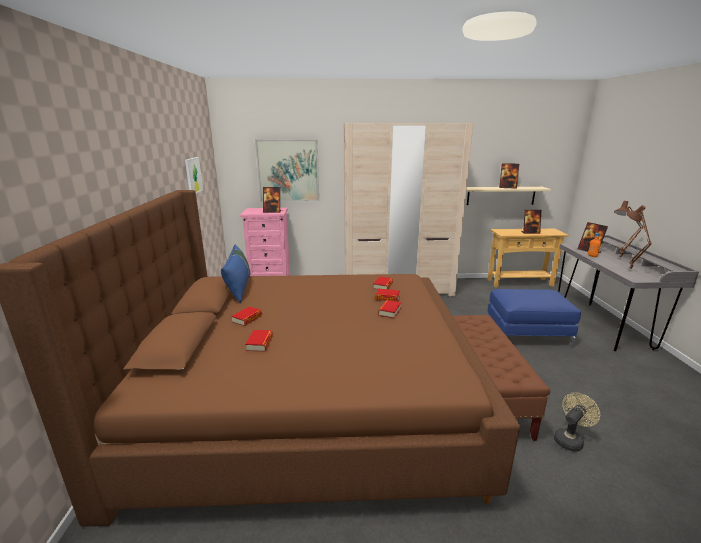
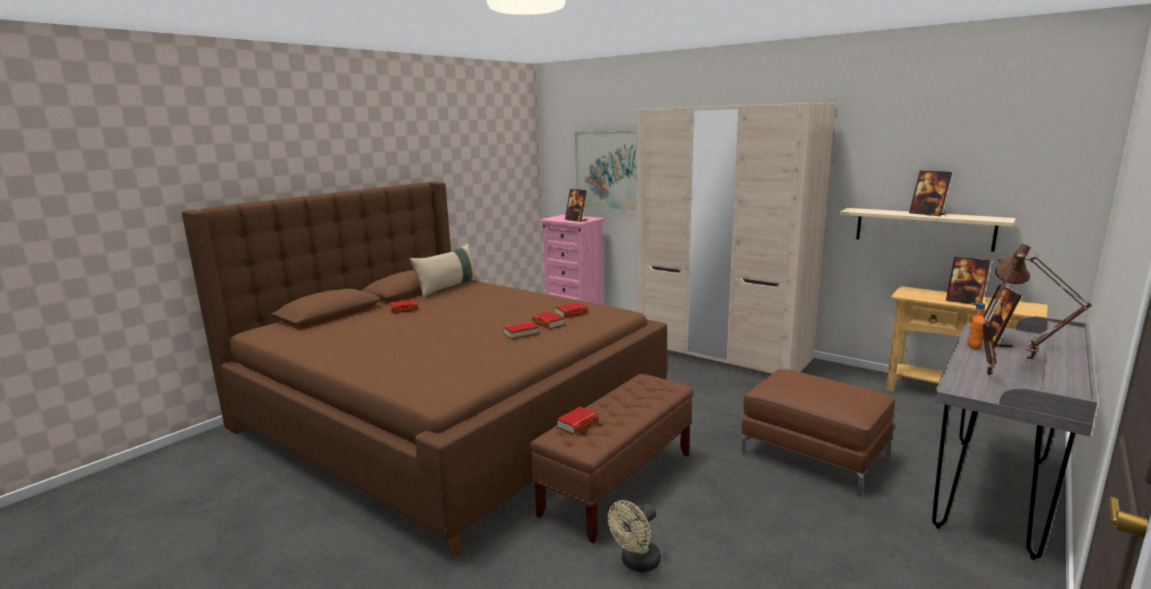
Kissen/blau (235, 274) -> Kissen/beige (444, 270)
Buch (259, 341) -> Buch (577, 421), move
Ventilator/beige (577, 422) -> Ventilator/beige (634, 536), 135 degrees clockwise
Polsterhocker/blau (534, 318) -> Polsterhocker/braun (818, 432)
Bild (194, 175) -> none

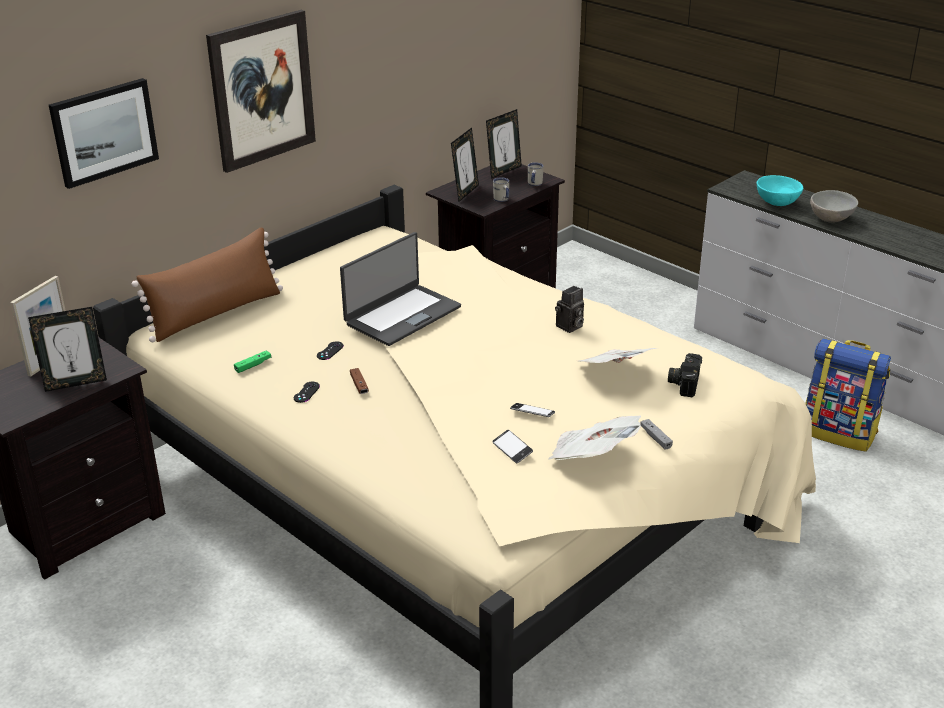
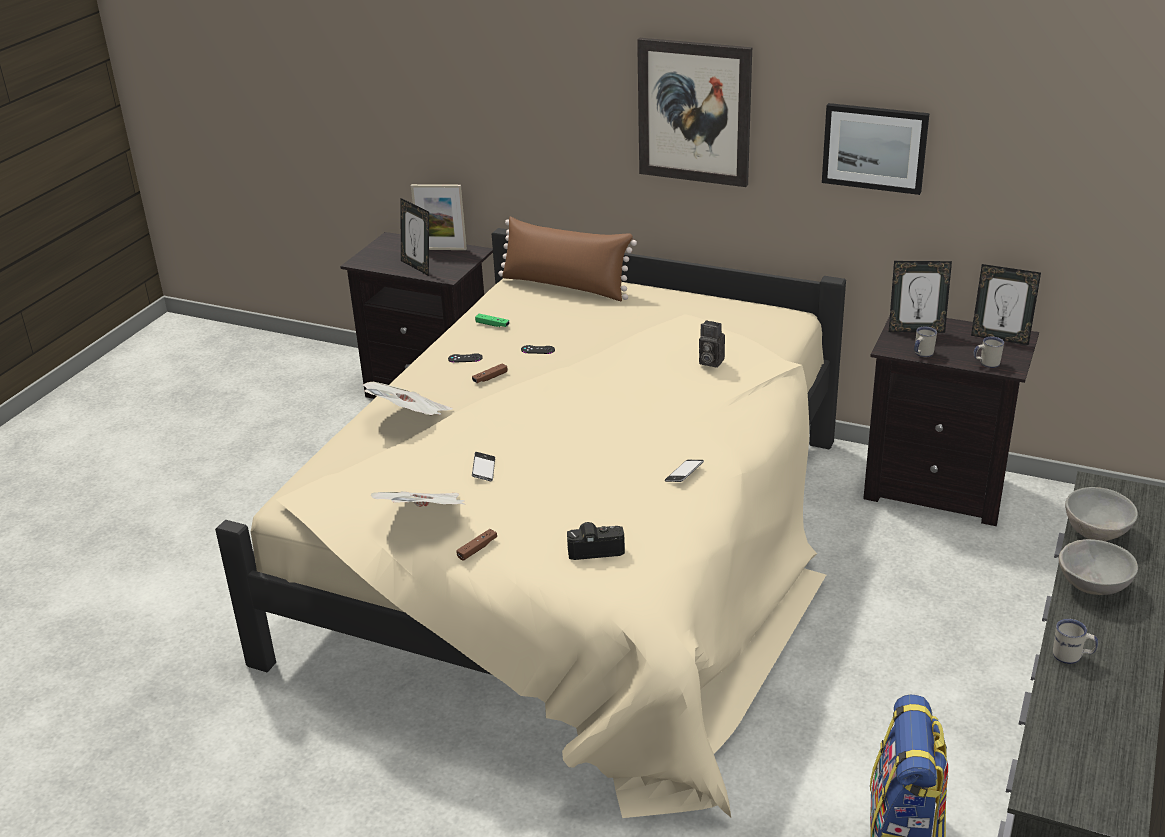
Zeitung (618, 355) -> Zeitung (408, 398), move
Gamepad/grau (656, 434) -> Gamepad/braun (476, 545)
Handy (512, 446) -> Handy (684, 471), move
Kamera (569, 309) -> Kamera (712, 344), move
Bild (104, 133) -> Bild (876, 149), move
none -> Henkelbecher/weiß (1075, 641)
Schüssel/türkis (780, 190) -> Schüssel/grau (1101, 514)
Laptop (400, 289) -> none

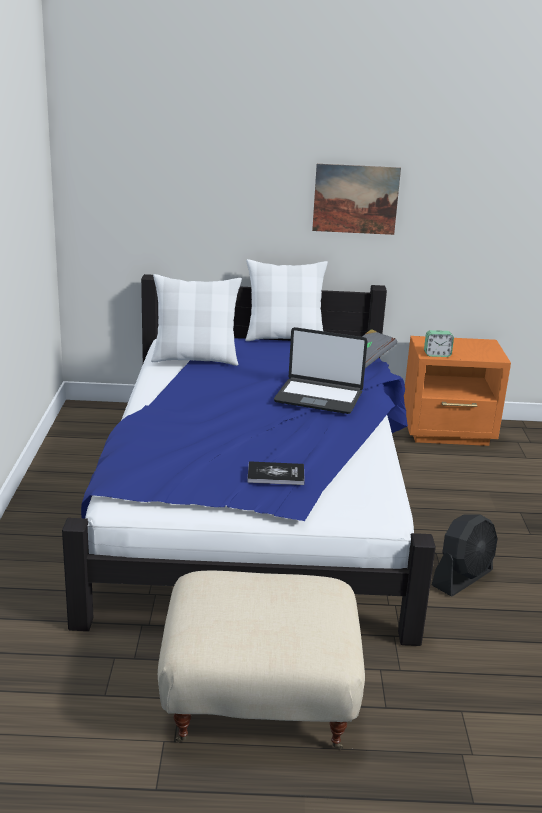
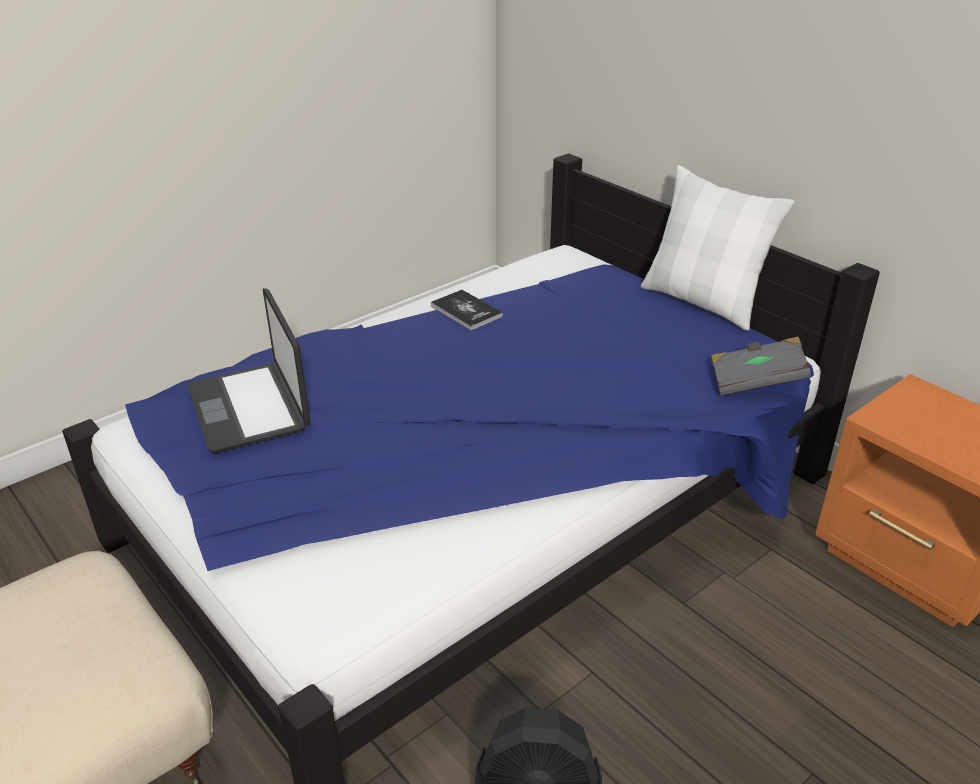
Laptop (321, 370) -> Laptop (249, 370), move
Buch (276, 473) -> Buch (467, 310), move
Kissen/weiß (196, 320) -> none
Bild (356, 199) -> none
Wecker (439, 343) -> none

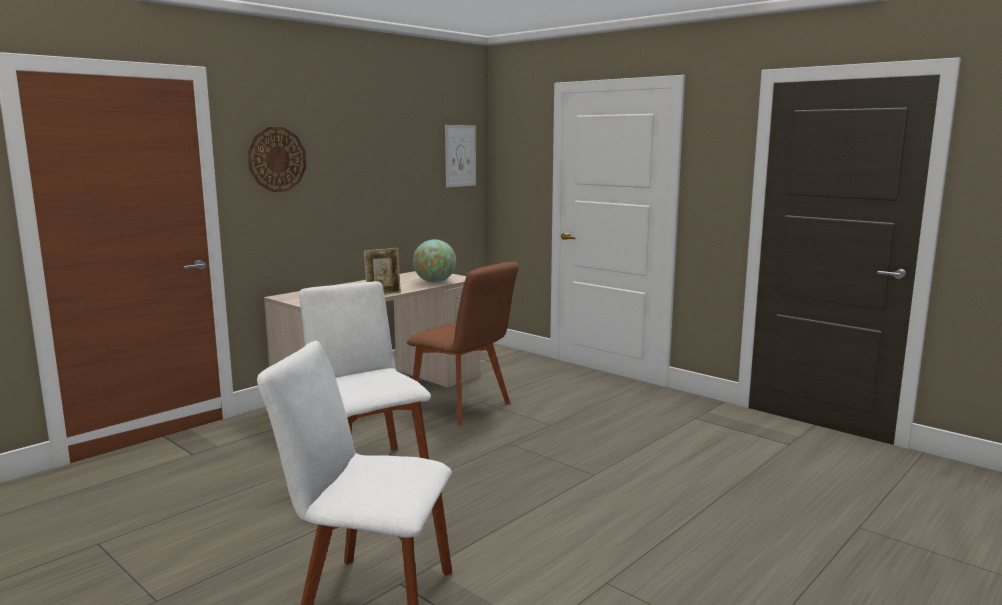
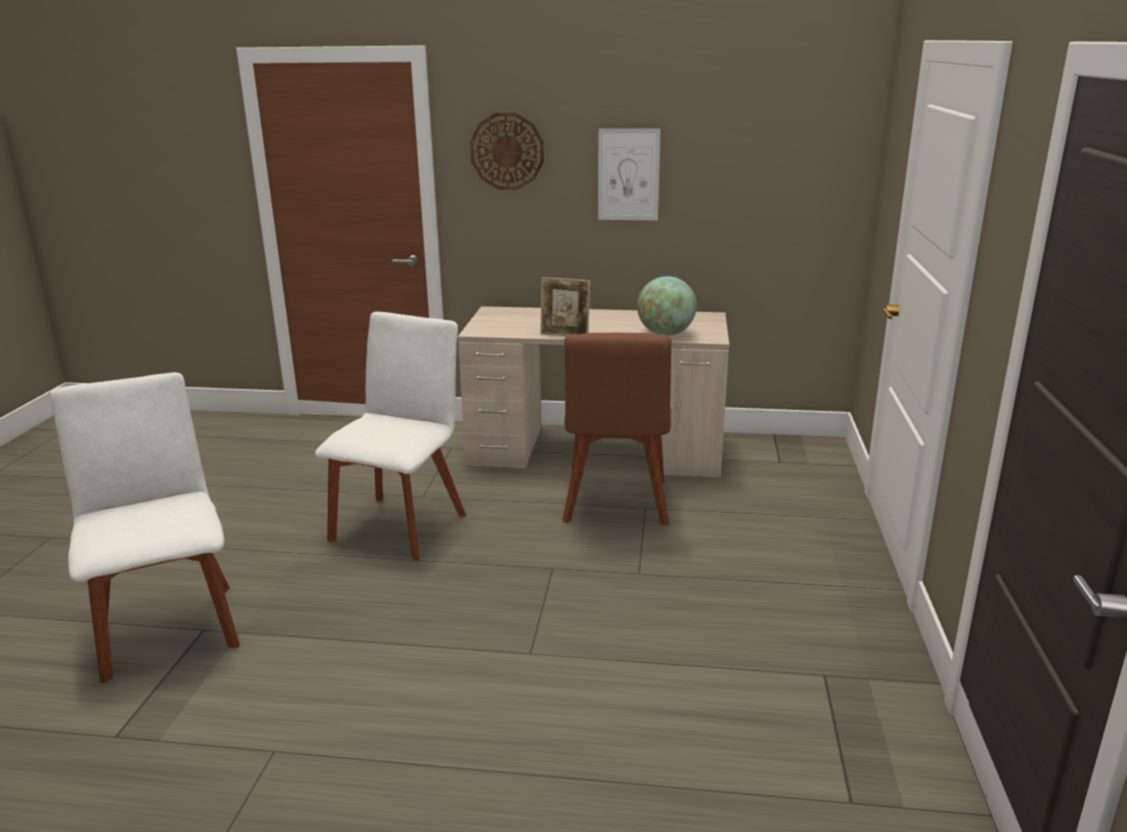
Bild (460, 156) -> Bild (629, 175), move

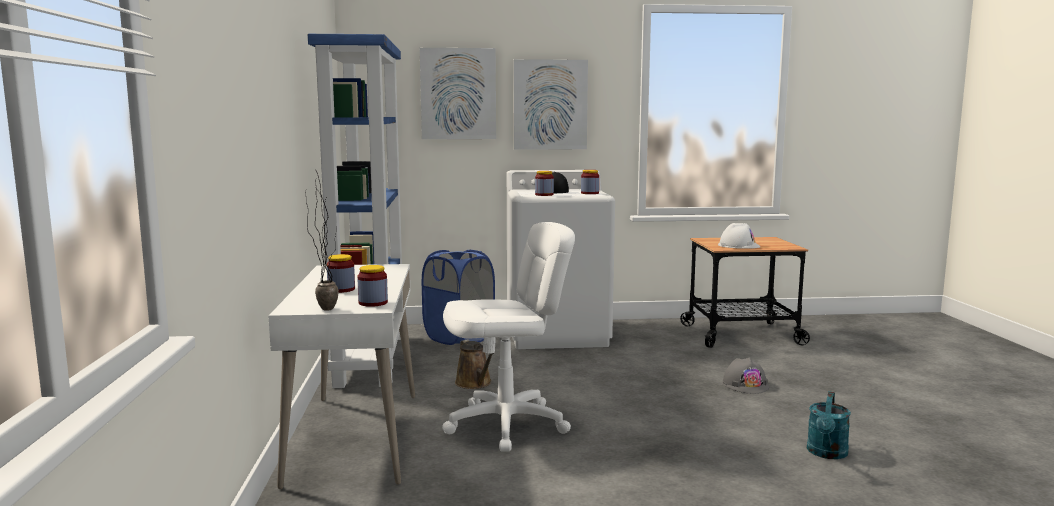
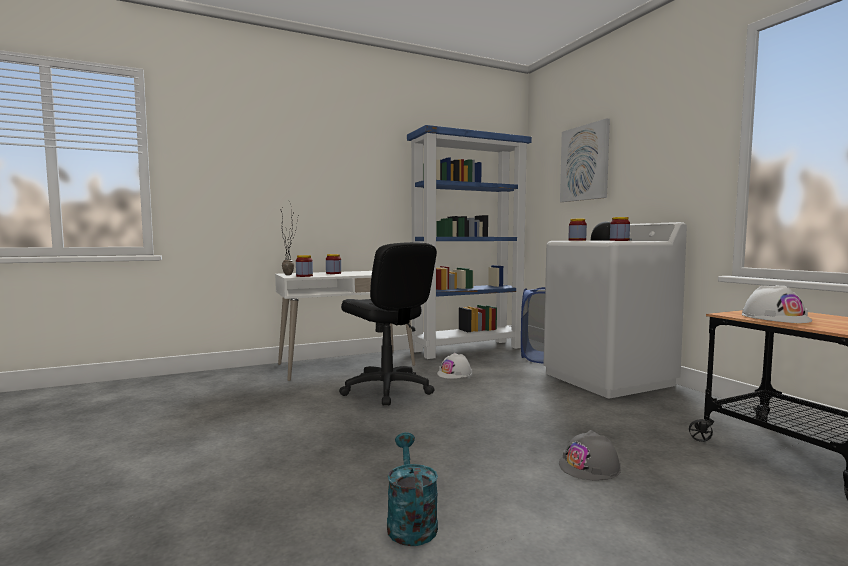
Bürostuhl/weiß (508, 337) -> Bürostuhl/schwarz (388, 324)
Gießkanne/türkis (829, 425) -> Gießkanne/türkis (412, 489), 75 degrees clockwise
Gießkanne/braun (474, 364) -> Schutzhelm/weiß (454, 366)
Bild (550, 104) -> none

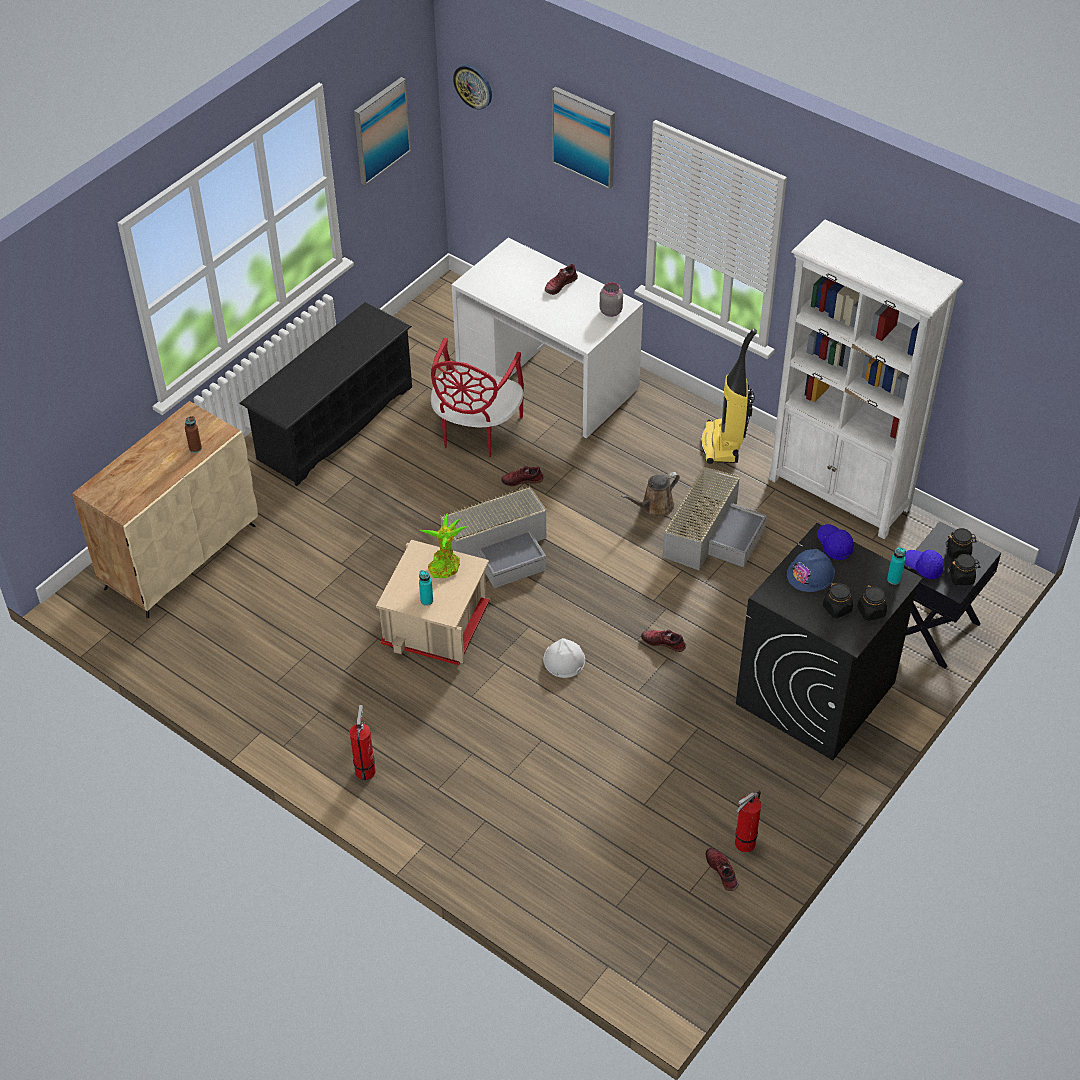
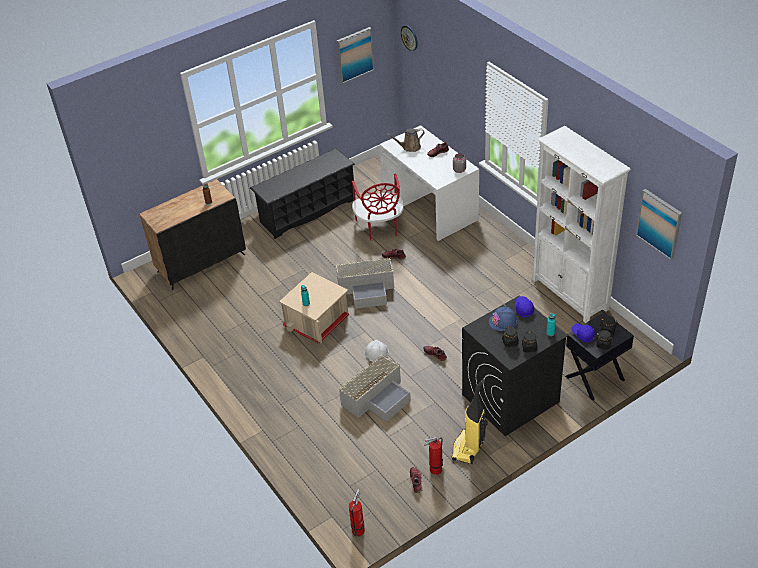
Schrank/beige (165, 510) -> Schrank/schwarz (193, 234)
Aufbewahrungsbox/grau (715, 518) -> Aufbewahrungsbox/grau (375, 388), move
Feuerlöscher (362, 743) -> Feuerlöscher (357, 513), move
Stuhl/rot (477, 397) -> Stuhl/rot (378, 207), 45 degrees counterclockwise
Gießkanne/braun (650, 494) -> Gießkanne/braun (405, 140), move
Staubsauger (729, 396) -> Staubsauger (469, 422), move
Bild (583, 137) -> Bild (659, 224), move
Topfpflanze (443, 546) -> none

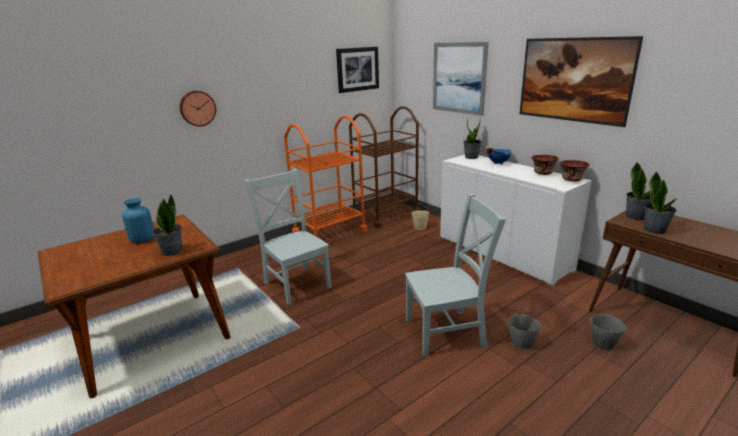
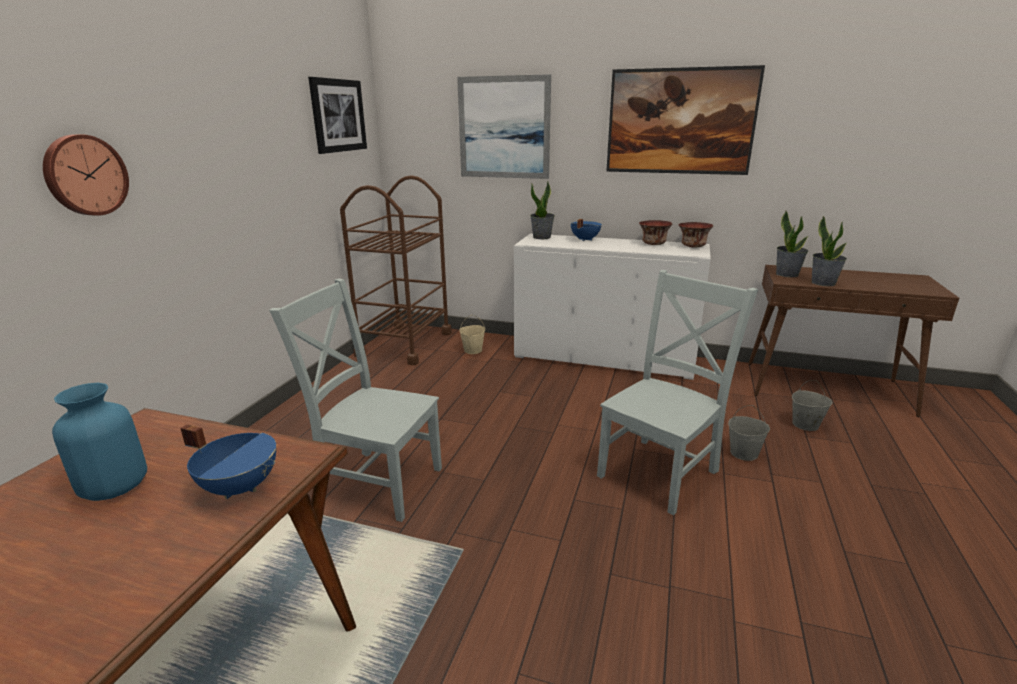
Topfpflanze (167, 225) -> Kochtopf/blau (228, 461)
Rollwagen/orange (325, 176) -> none

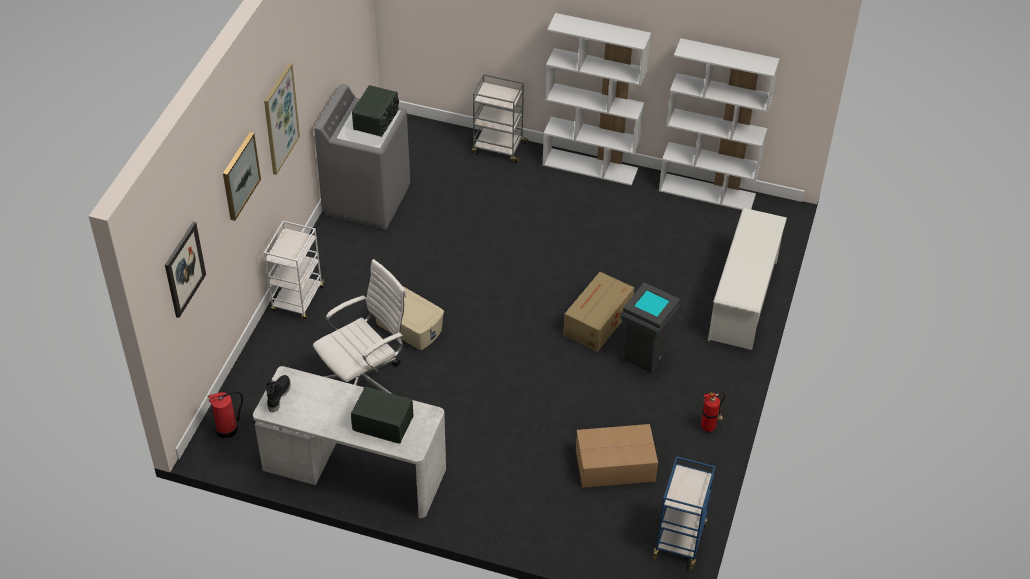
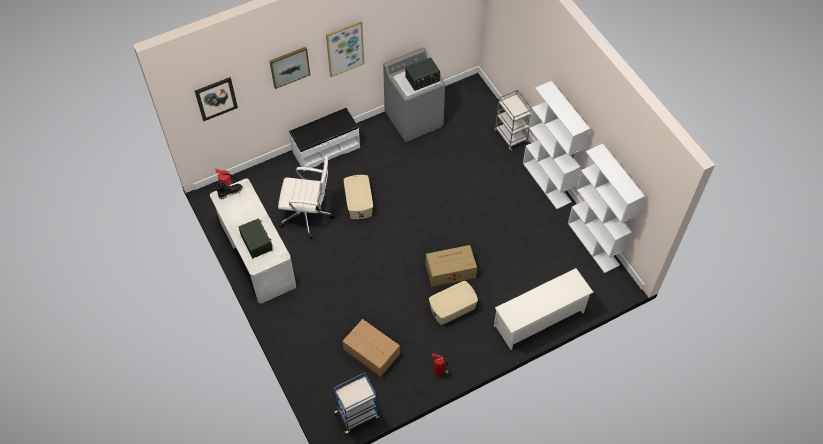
Rollwagen/weiß (294, 270) -> Bank/weiß (324, 139)
Mülleimer/grau (650, 327) -> Aufbewahrungsbox/beige (453, 303)

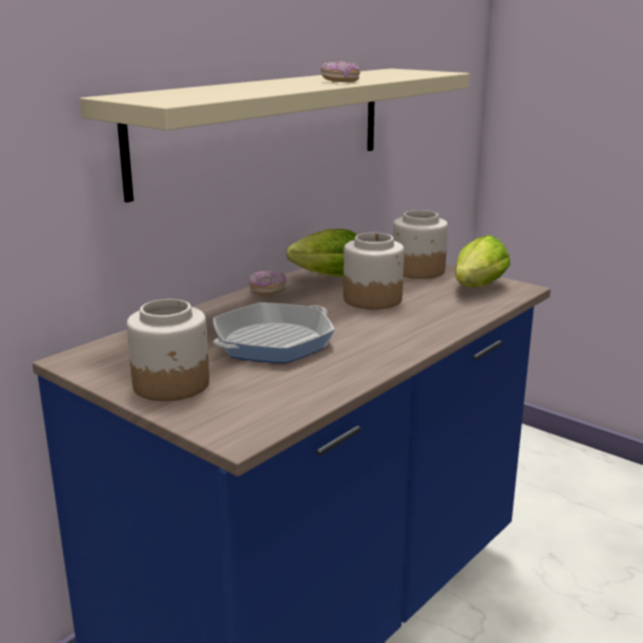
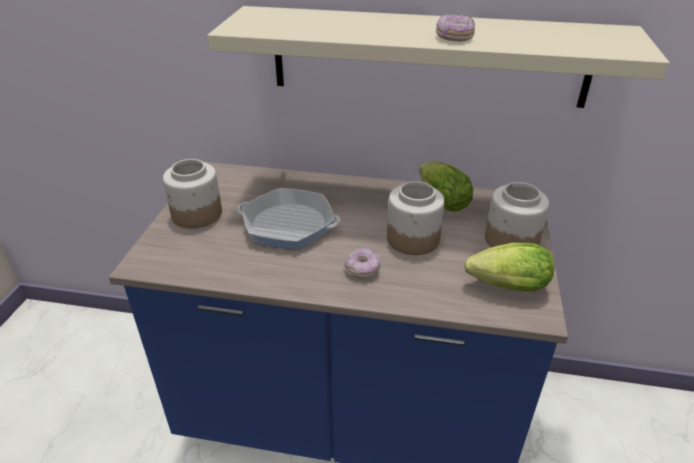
Donut (267, 282) -> Donut (363, 262), move

